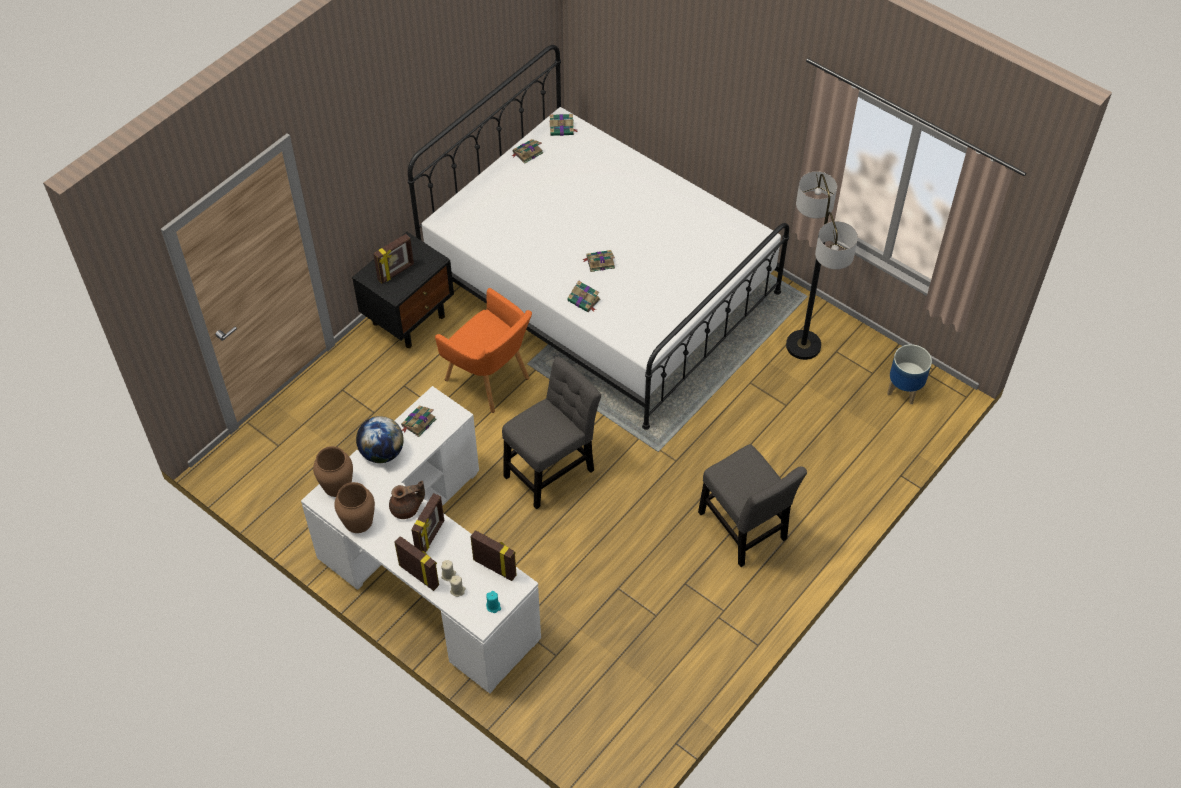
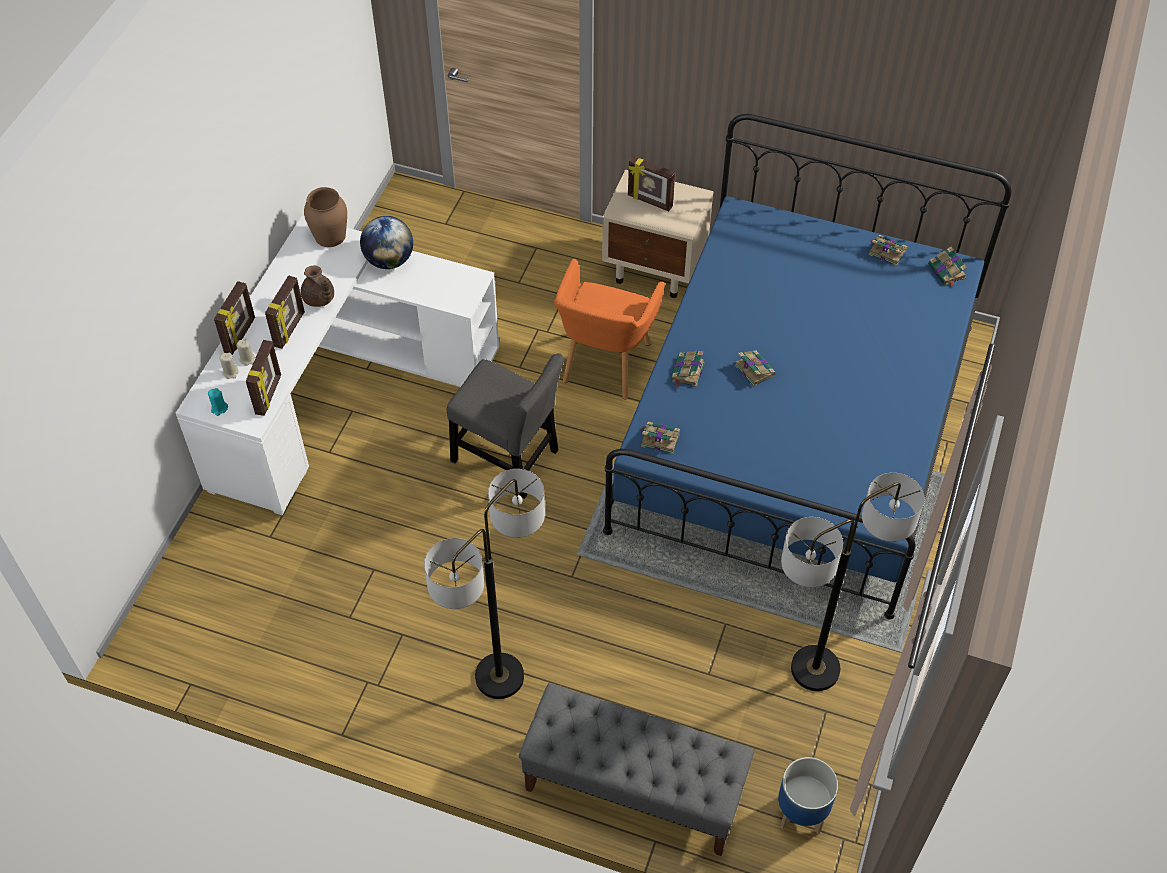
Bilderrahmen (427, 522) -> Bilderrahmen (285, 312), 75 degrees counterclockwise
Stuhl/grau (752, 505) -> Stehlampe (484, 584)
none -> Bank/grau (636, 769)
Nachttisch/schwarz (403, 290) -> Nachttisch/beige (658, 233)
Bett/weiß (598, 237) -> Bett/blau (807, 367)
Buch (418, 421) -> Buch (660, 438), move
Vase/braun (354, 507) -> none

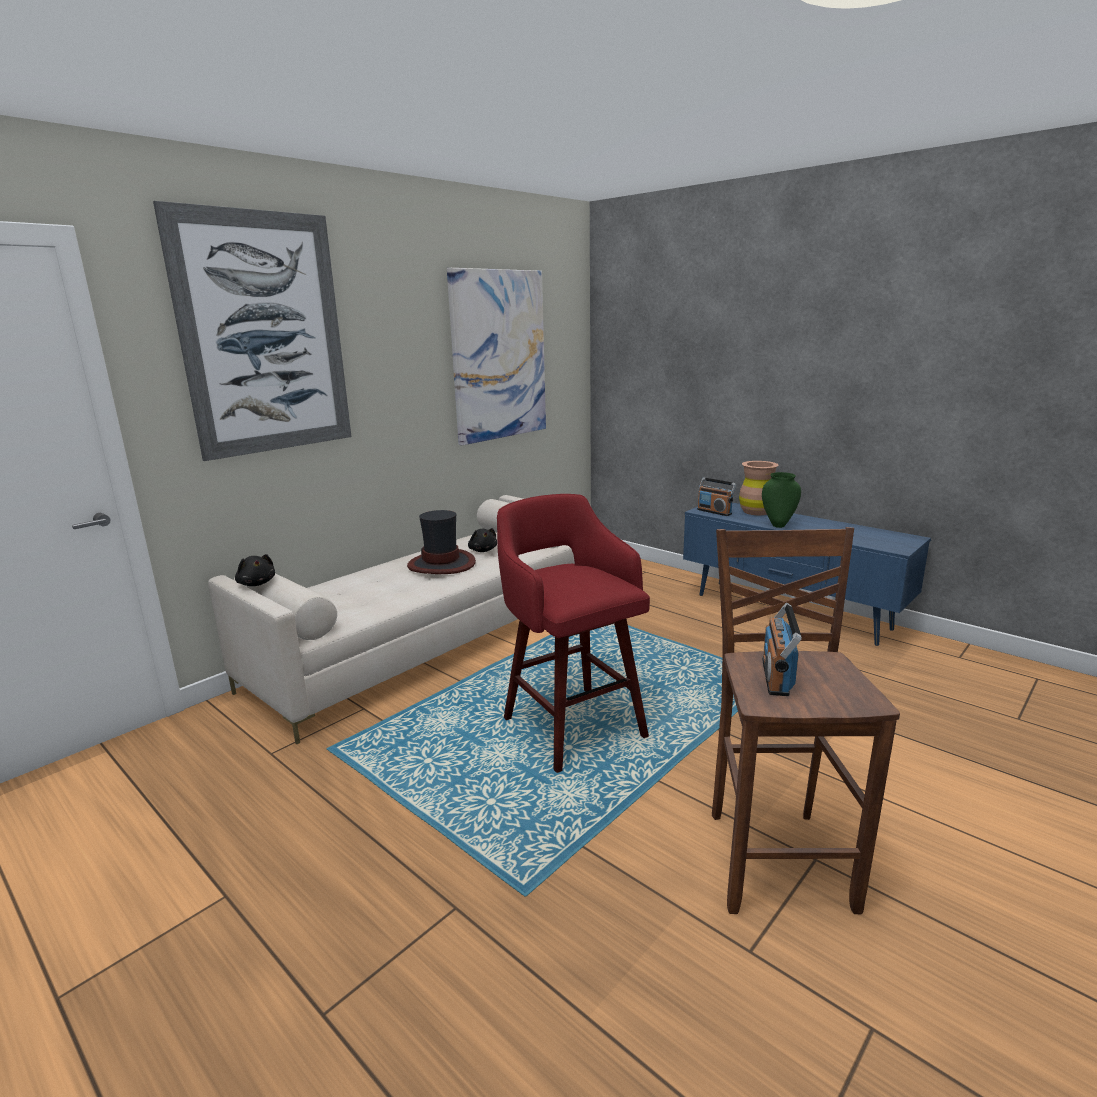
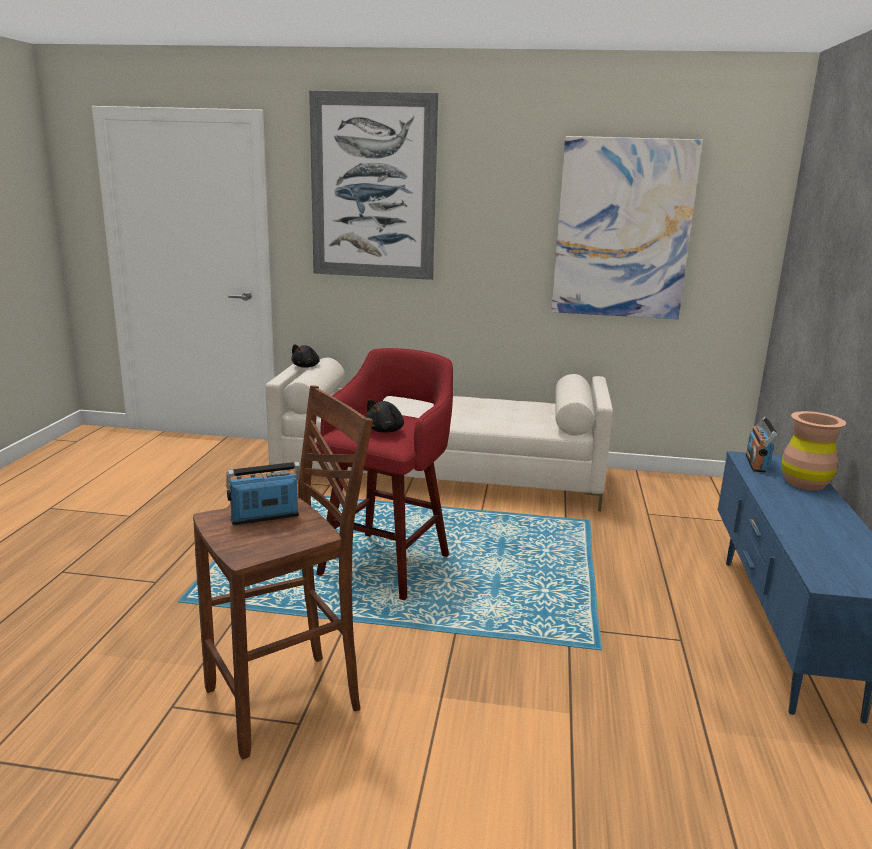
Plüschtier/schwarz (482, 540) -> Plüschtier/schwarz (385, 416), move
Hut (441, 542) -> none
Vase/grün (781, 500) -> none

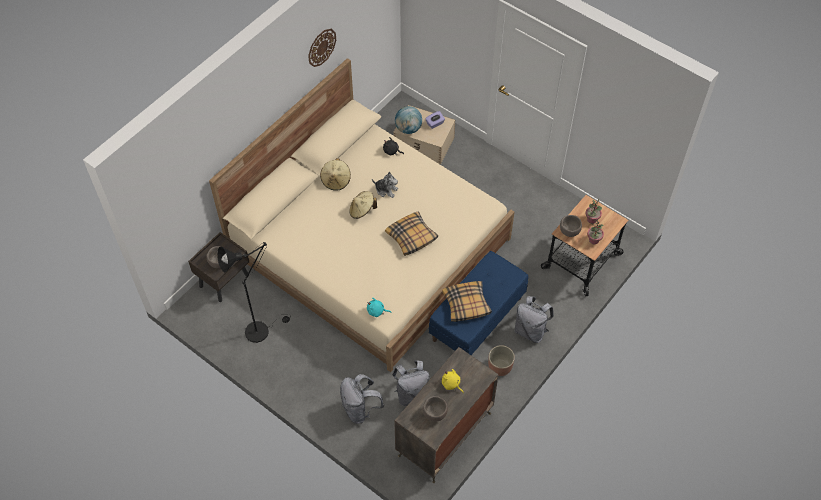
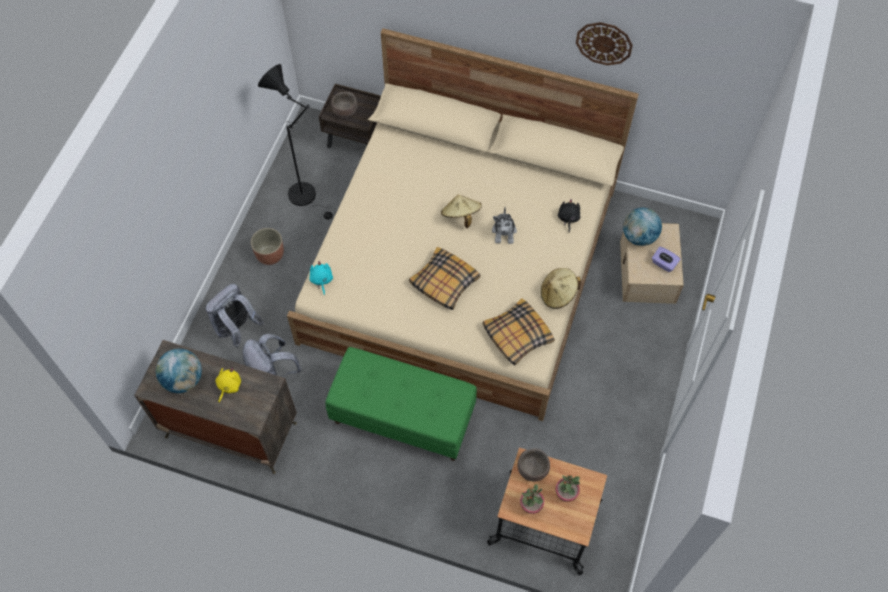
Schüssel/braun (435, 409) -> Globus (179, 371)
Pflanzkübel (501, 360) -> Pflanzkübel (267, 246), move
Bank/blau (478, 303) -> Bank/grün (401, 404)
Kissen (467, 301) -> Kissen (518, 332), move
Hut/beige (335, 174) -> Hut/beige (561, 288), move
Rucksack/grau (534, 319) -> none

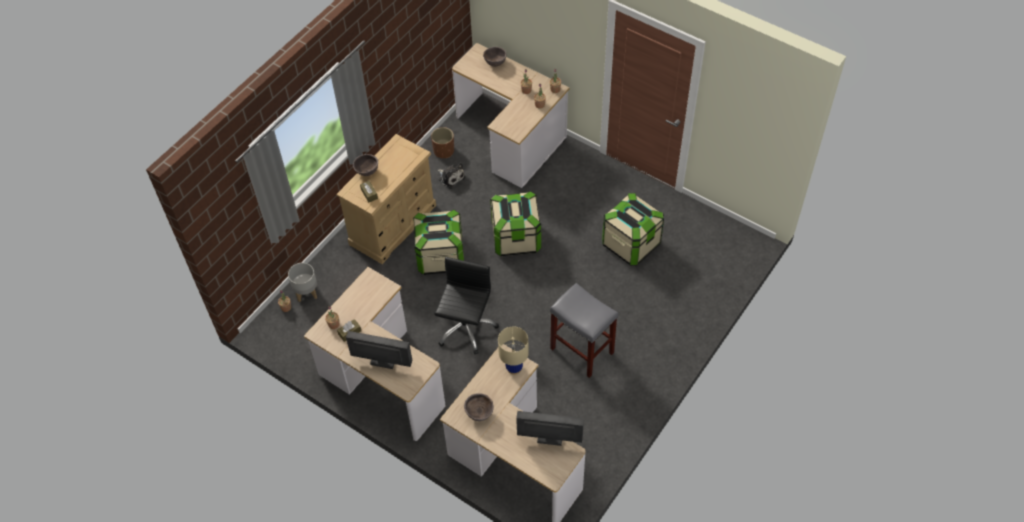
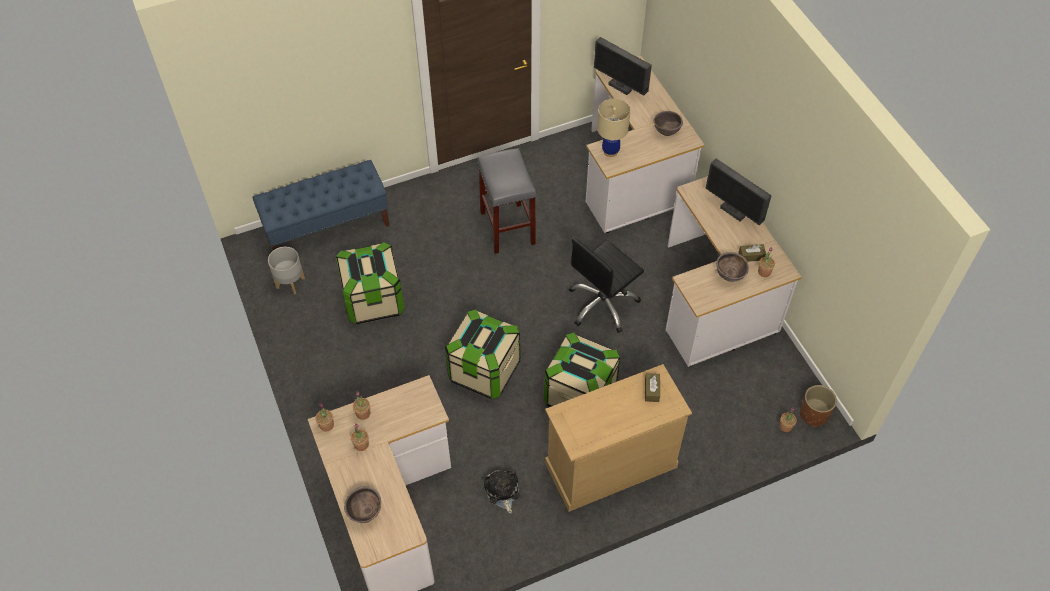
none -> Bank/blau (321, 205)
Pflanzkübel/grau (302, 282) -> Pflanzkübel/grau (286, 270), move
Schüssel/braun (365, 165) -> Schüssel/braun (732, 267), move
Pflanzkübel/braun (442, 142) -> Pflanzkübel/braun (818, 406), move

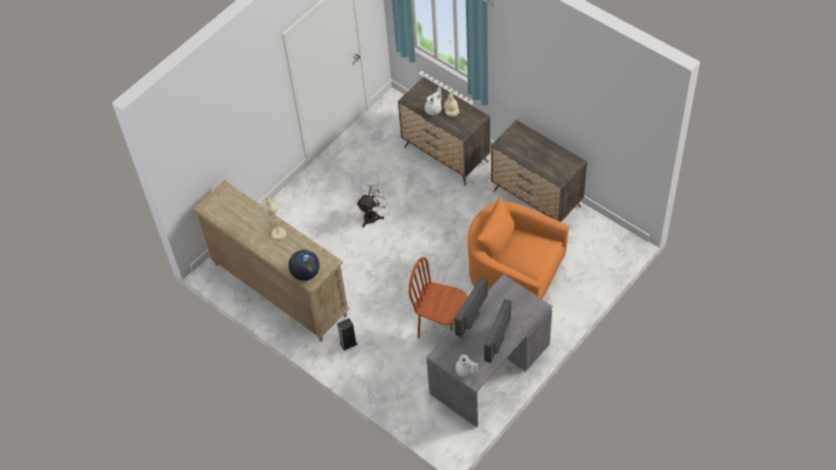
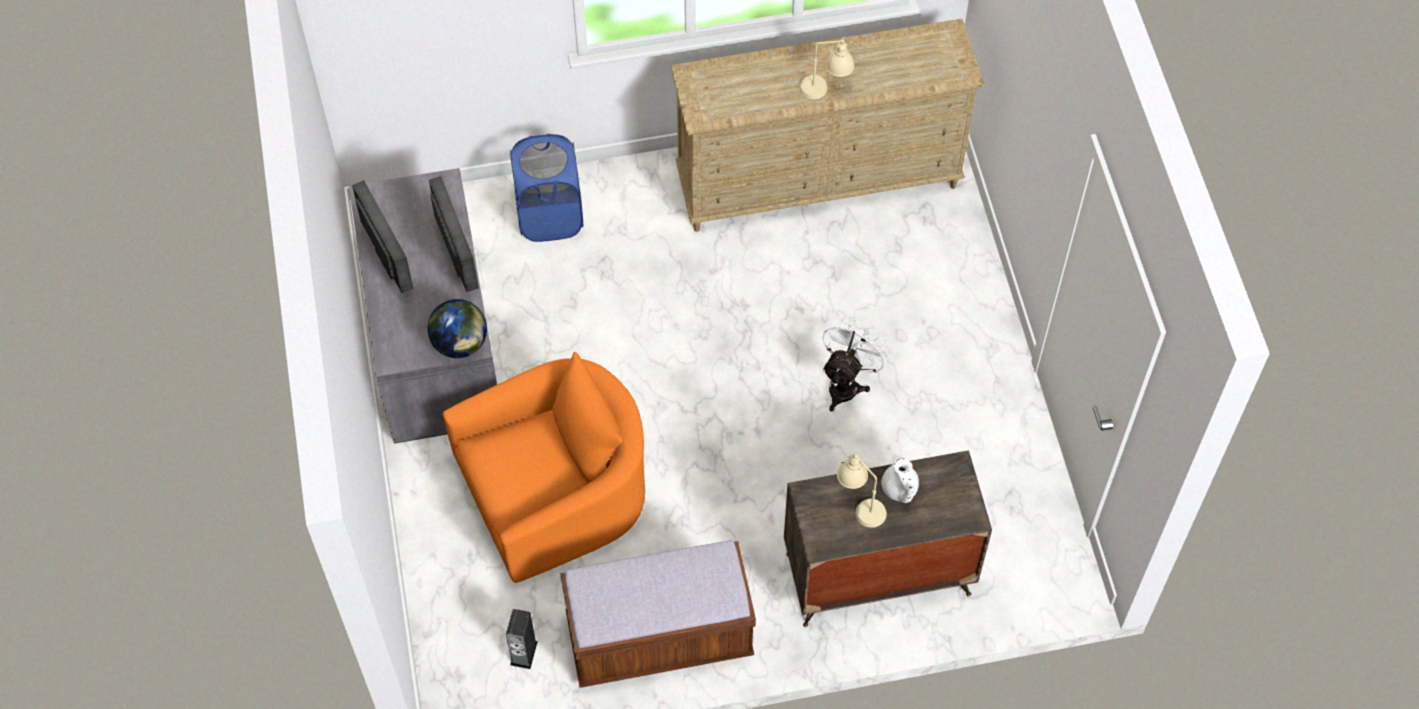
Globus (304, 265) -> Globus (457, 328), move
Lautsprecher (347, 334) -> Lautsprecher (522, 639), move
none -> Wäschekorb/blau (546, 188)
Kommode (539, 171) -> Bank/braun (658, 614)
Ventilator/weiß (373, 203) -> Ventilator/weiß (856, 364), 135 degrees counterclockwise
Stuhl/braun (438, 297) -> none
Teekanne/weiß (466, 365) -> none

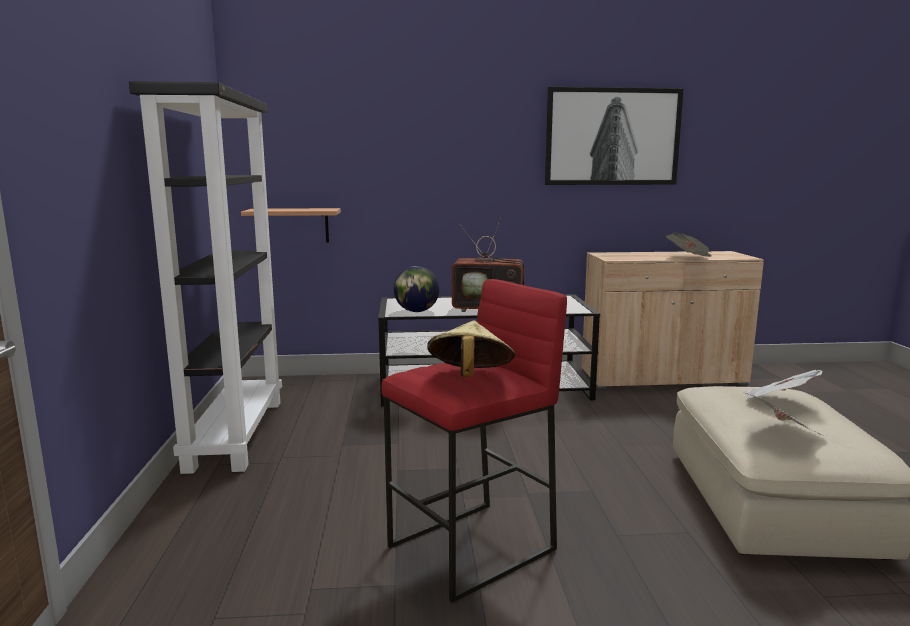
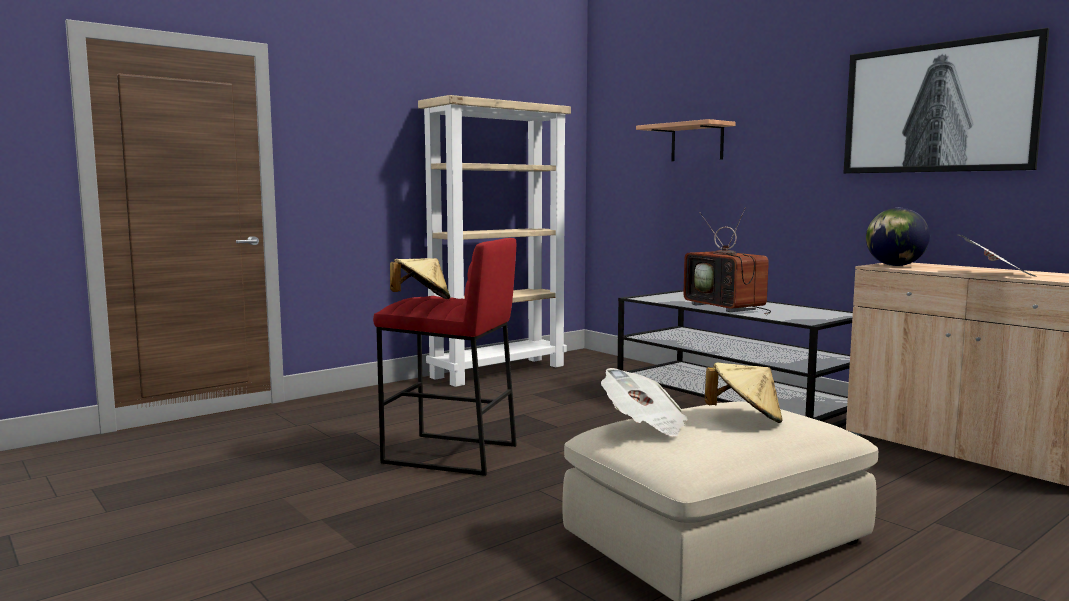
Bücherregal/schwarz (205, 277) -> Bücherregal/beige (494, 241)
Wandregal (291, 225) -> Wandregal (685, 140), move
Zeitung (784, 384) -> Hut/beige (744, 393)
Globus (417, 289) -> Globus (898, 237), move

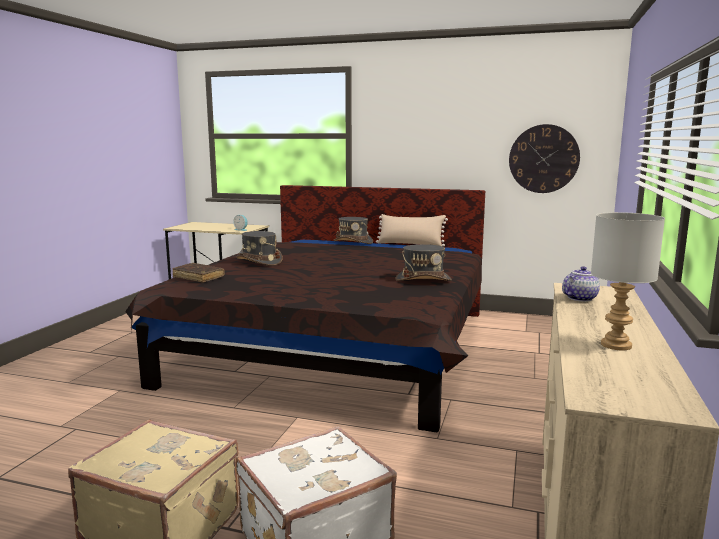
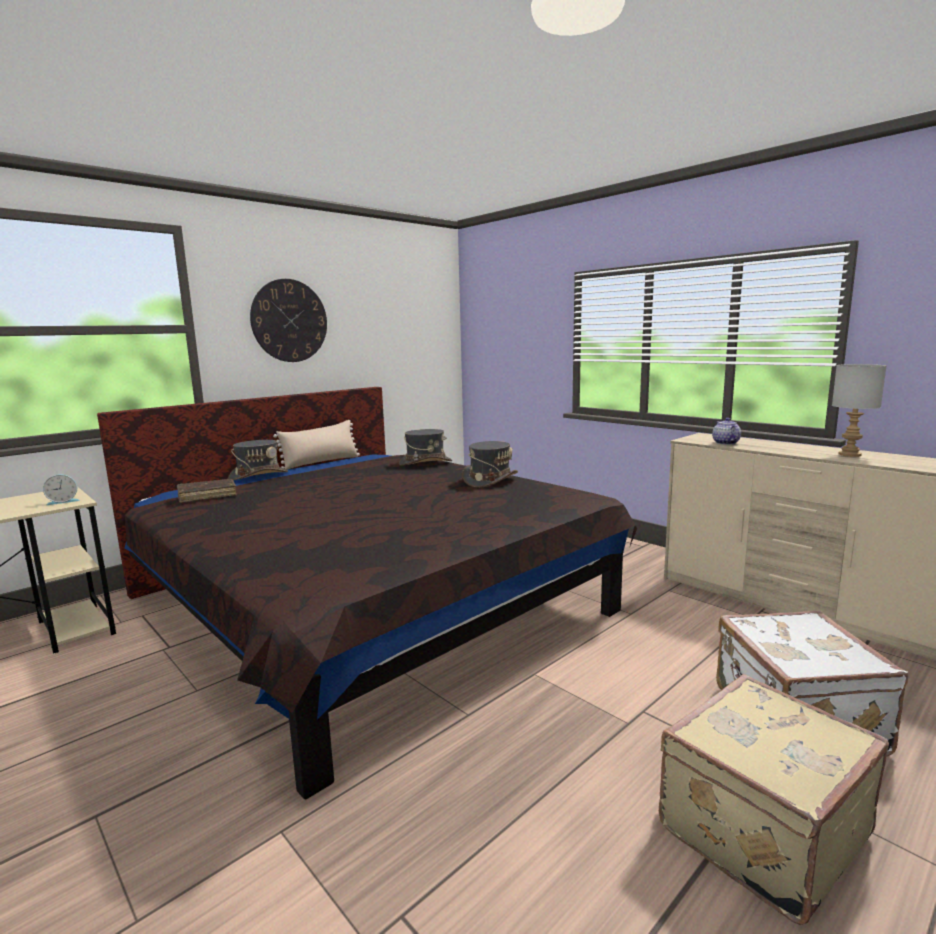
Buch/braun (199, 273) -> Buch/braun (207, 491), move
Wanduhr (544, 158) -> Wanduhr (288, 320), move
Hut/grau (260, 248) -> Hut/grau (425, 447), move

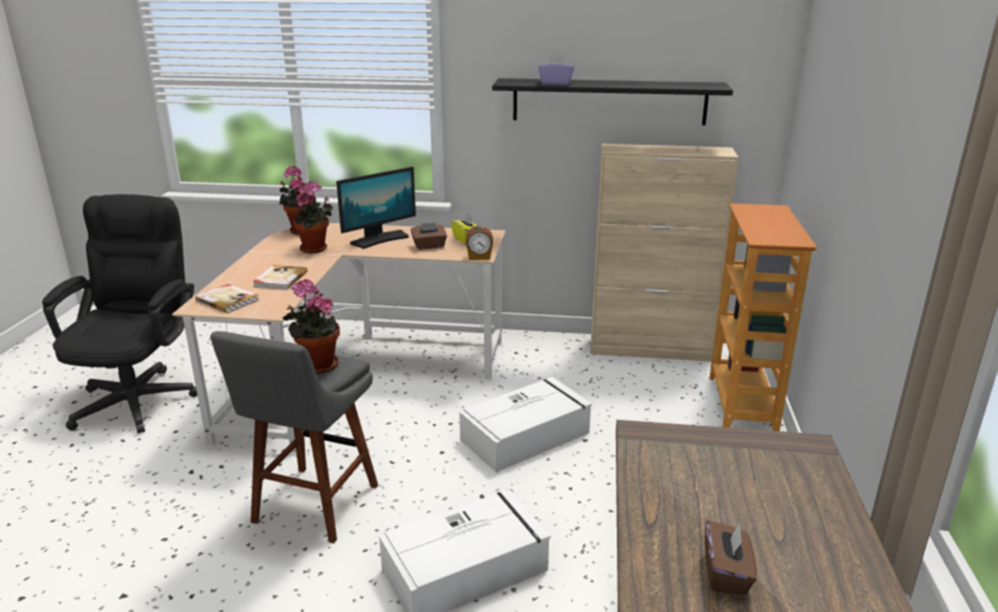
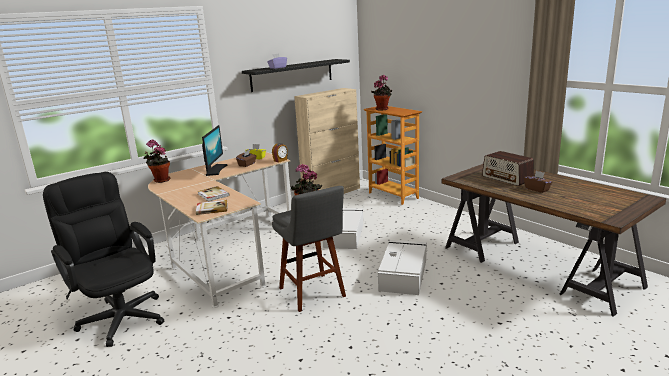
Topfpflanze (313, 217) -> Topfpflanze (381, 93), move
none -> Radio (508, 168)

